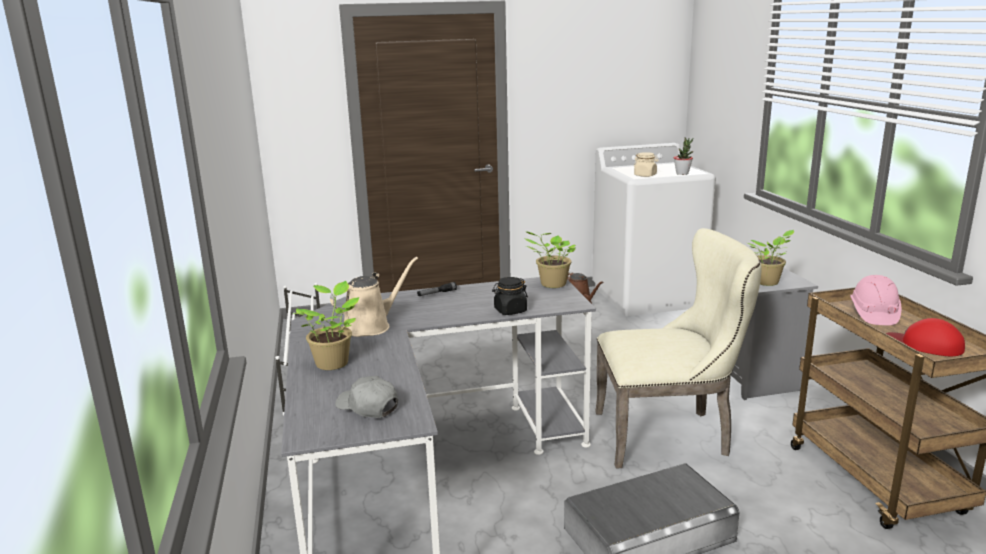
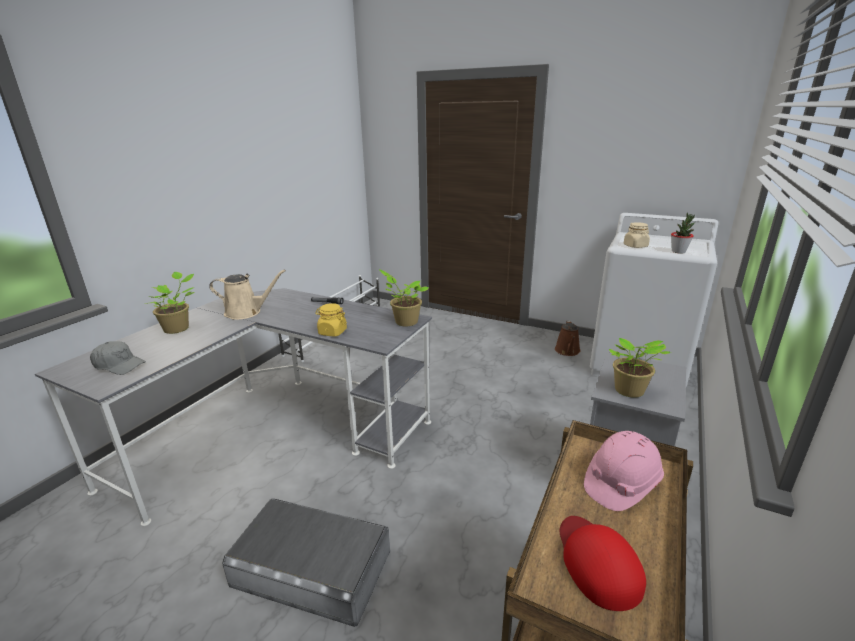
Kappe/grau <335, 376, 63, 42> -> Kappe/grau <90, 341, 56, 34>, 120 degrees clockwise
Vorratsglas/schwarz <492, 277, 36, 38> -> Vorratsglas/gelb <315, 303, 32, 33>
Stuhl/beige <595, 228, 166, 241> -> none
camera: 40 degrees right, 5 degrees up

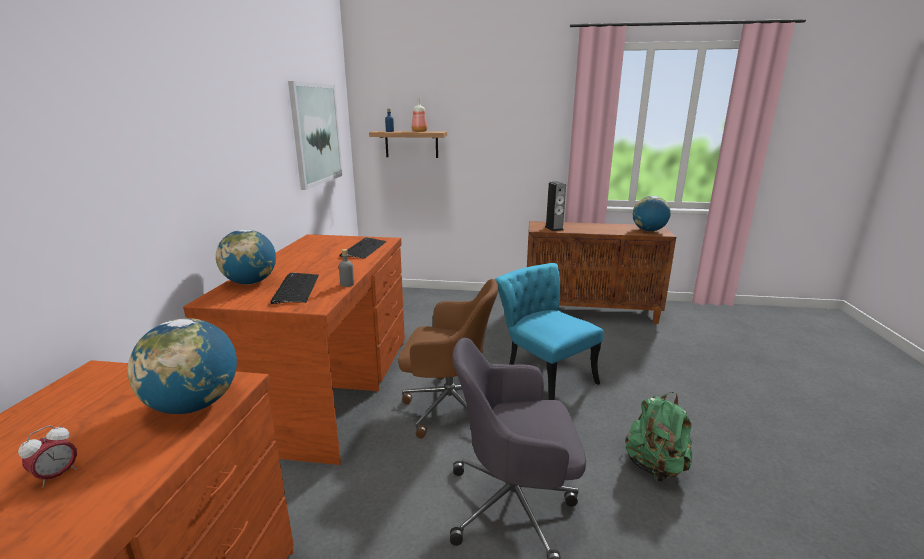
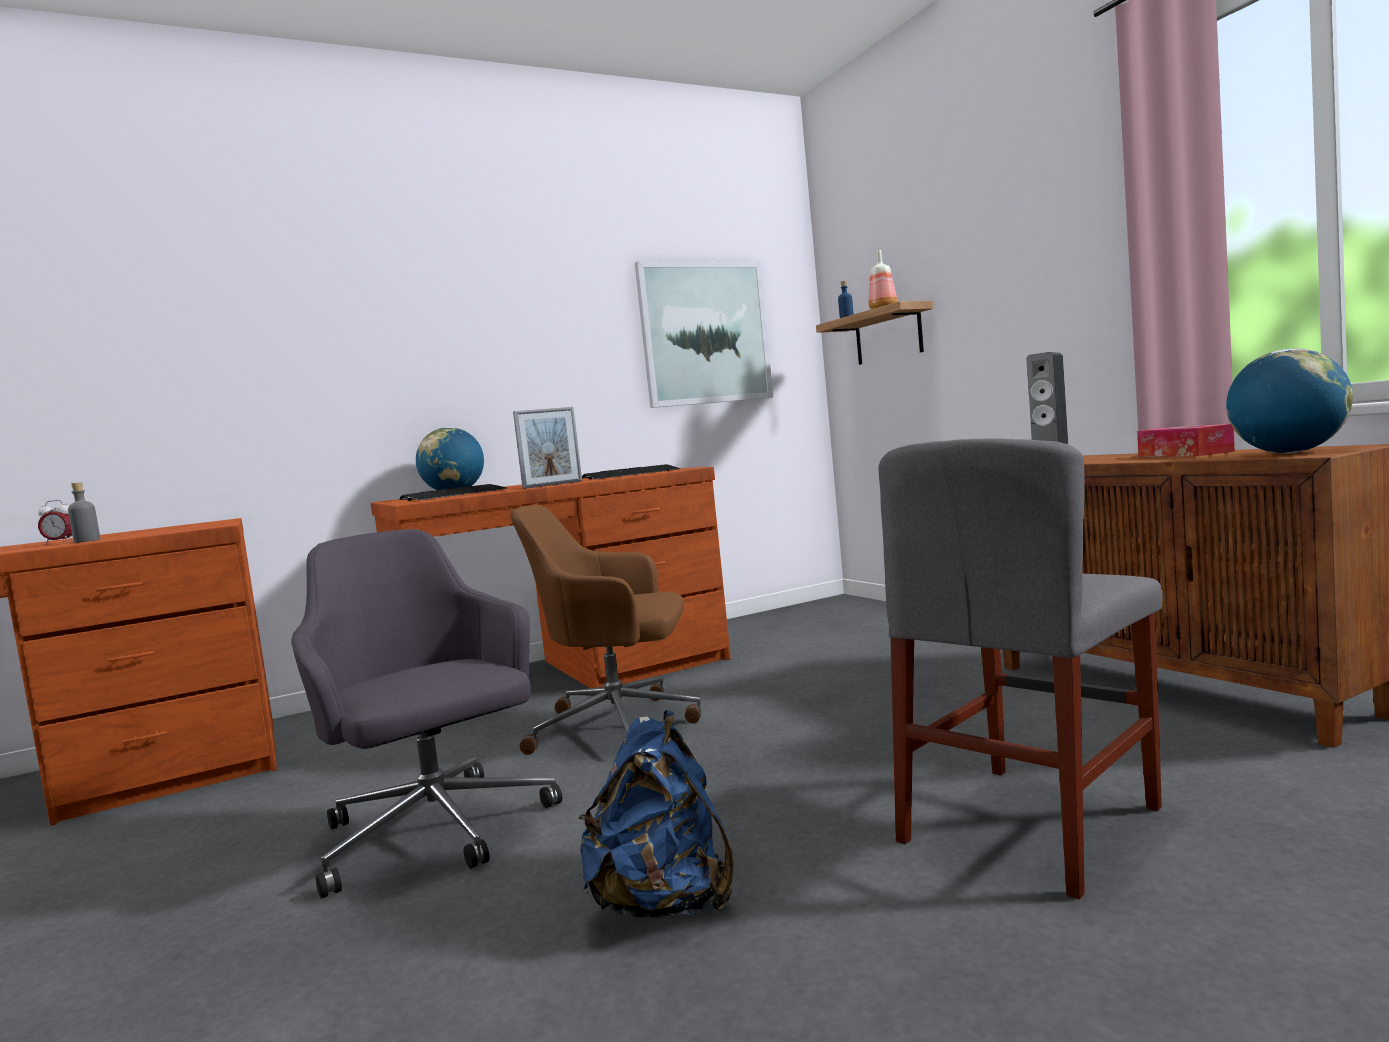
Globus <128, 318, 109, 96> -> none
Flasche/grau <339, 249, 15, 38> -> Flasche/grau <68, 482, 32, 61>, shifted
Bürostuhl/braun <398, 279, 100, 159> -> Bürostuhl/braun <510, 505, 191, 250>, 120 degrees clockwise
Stuhl/türkis <494, 263, 110, 137> -> none
Rucksack/grün <625, 392, 67, 90> -> Rucksack/blau <578, 710, 156, 208>
none -> Bilderrahmen <513, 407, 69, 82>
none -> Stuhl/grau <878, 439, 285, 460>
none -> Taschentuchbox <1137, 424, 98, 33>
camera: 55 degrees right, 15 degrees down

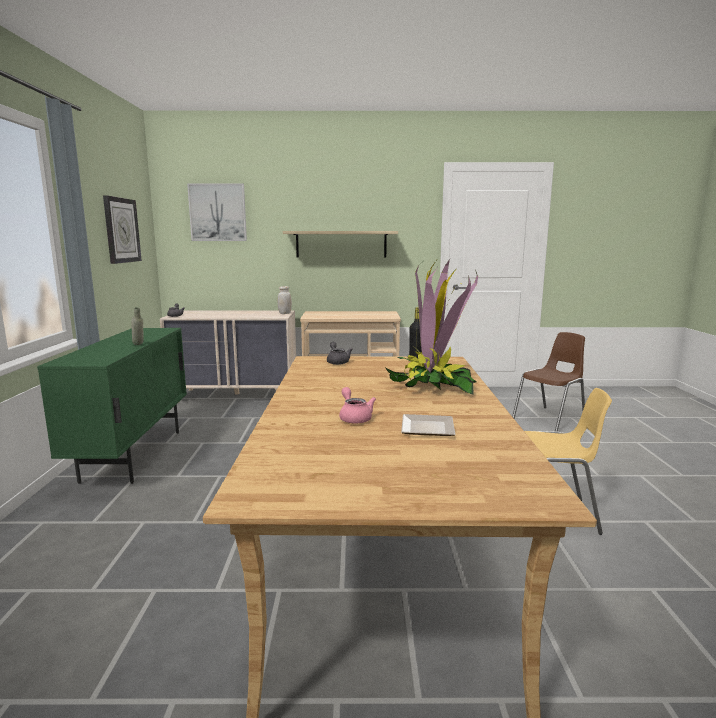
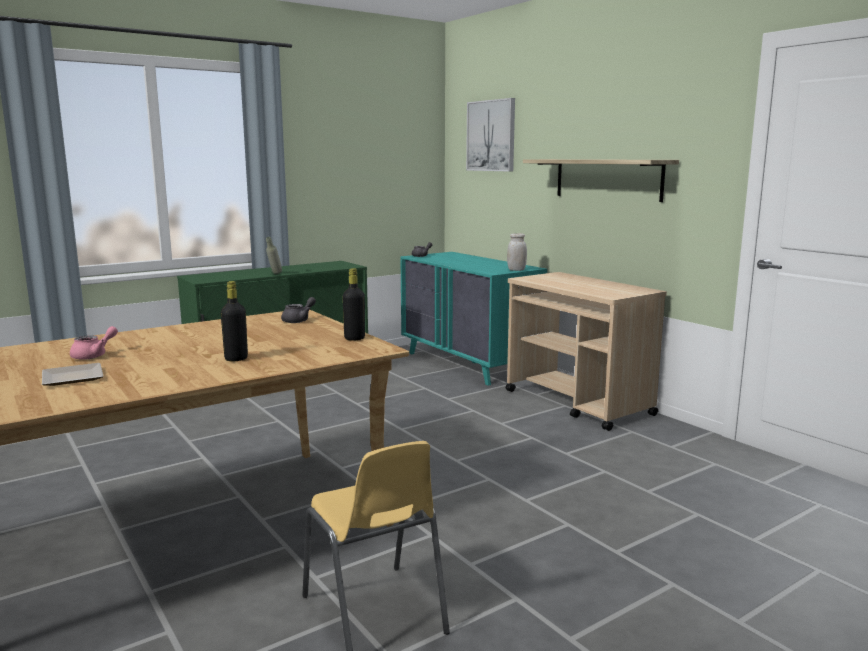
Wanduhr <103, 195, 39, 69> -> none
Kommode/beige <160, 310, 136, 93> -> Kommode/türkis <400, 252, 147, 134>
Topfpflanze <385, 259, 93, 136> -> Flasche/schwarz <221, 281, 27, 81>
Stuhl/braun <512, 332, 73, 100> -> none
camera: 55 degrees right, 0 degrees up

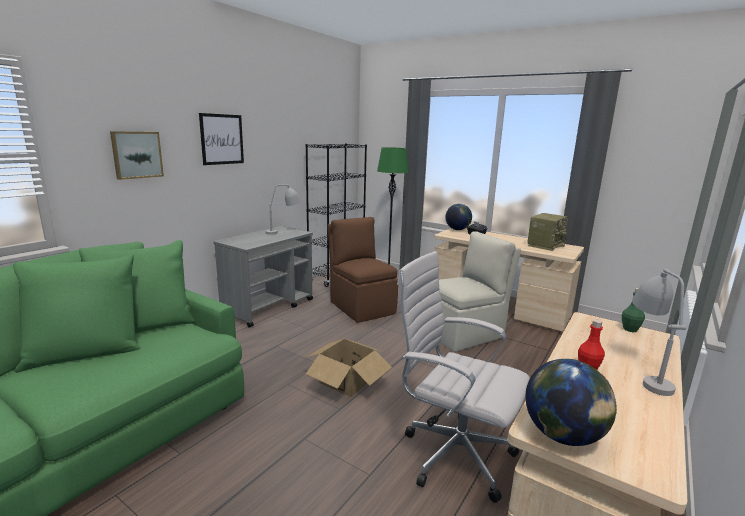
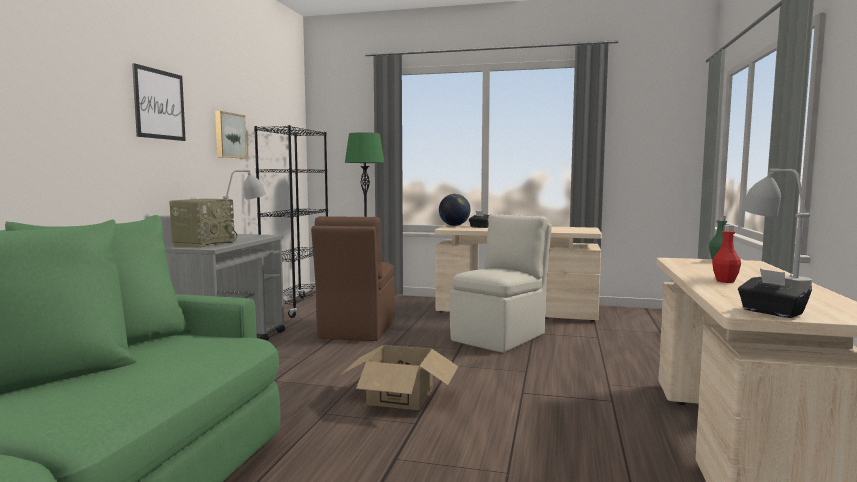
Bild <110, 131, 54, 49> -> Bild <215, 111, 32, 47>, shifted
Stuhl/braun <328, 217, 70, 106> -> Stuhl/braun <311, 216, 84, 125>, 120 degrees counterclockwise
Bürostuhl/weiß <397, 251, 133, 252> -> none
Globus <526, 359, 91, 87> -> Taschentuchbox/schwarz <738, 269, 74, 49>
Radio <527, 213, 41, 38> -> Radio <169, 199, 68, 49>, shifted
camera: 20 degrees left, 10 degrees down

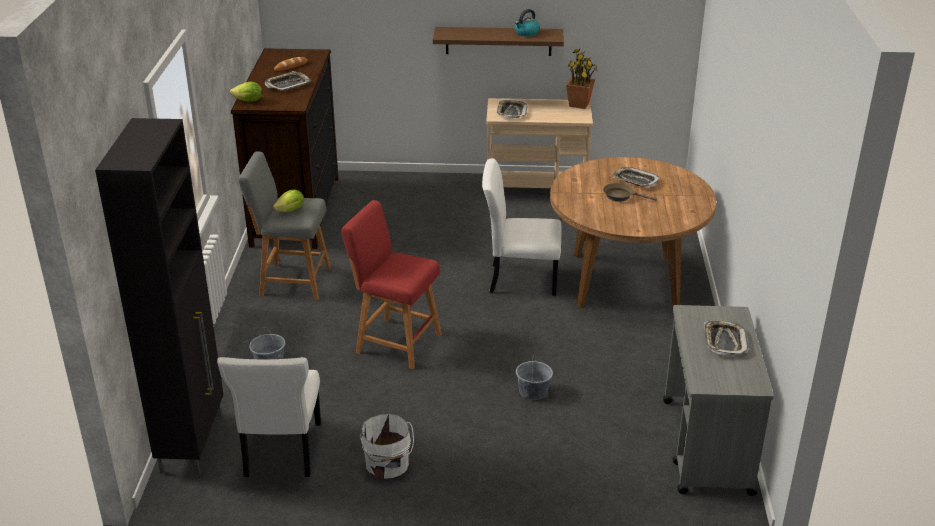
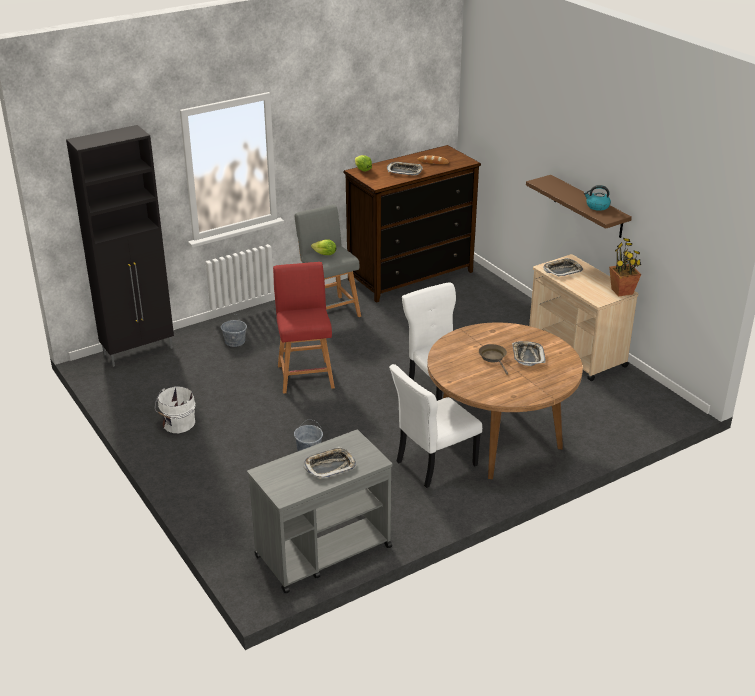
Stuhl/weiß <217, 357, 104, 120> -> Stuhl/weiß <389, 364, 93, 124>, shifted
camera: 55 degrees right, 0 degrees up

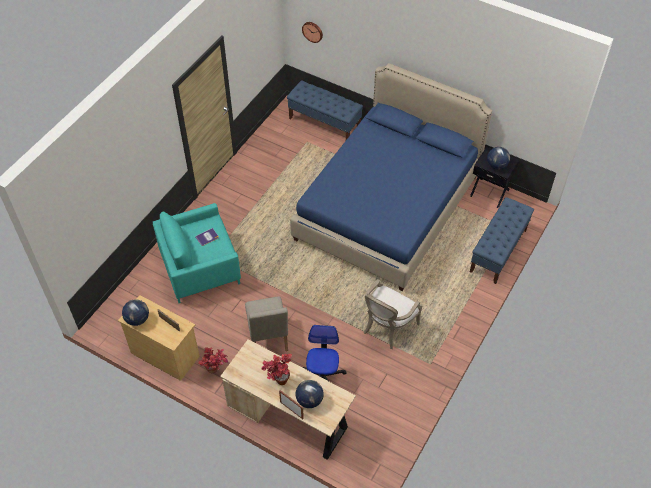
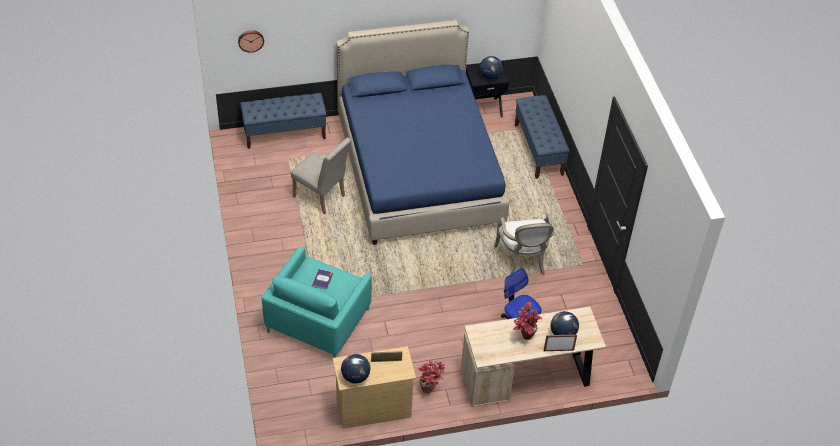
Stuhl/beige <245, 296, 43, 55> -> Stuhl/beige <291, 137, 60, 78>, shifted
camera: 45 degrees left, 5 degrees down

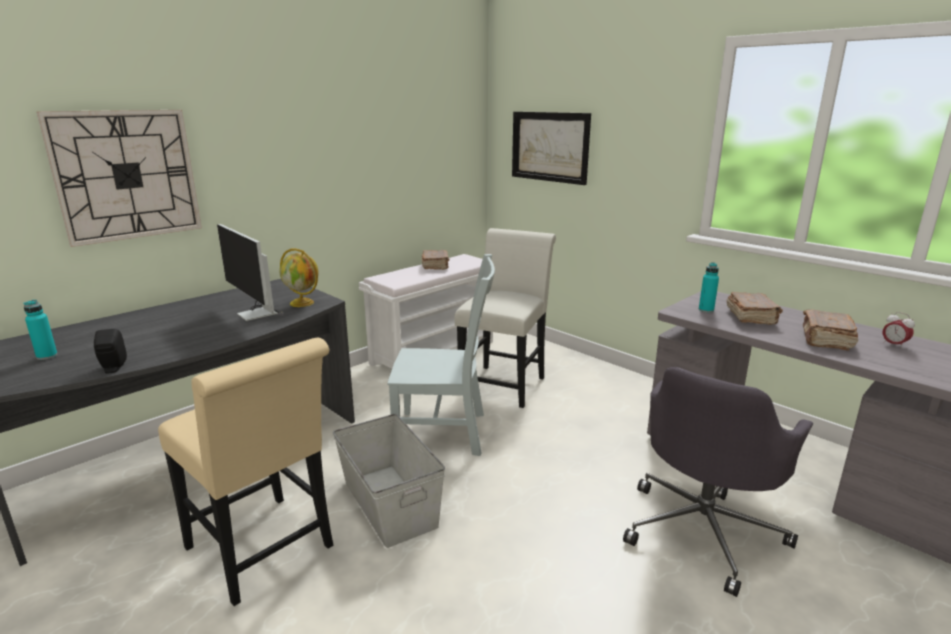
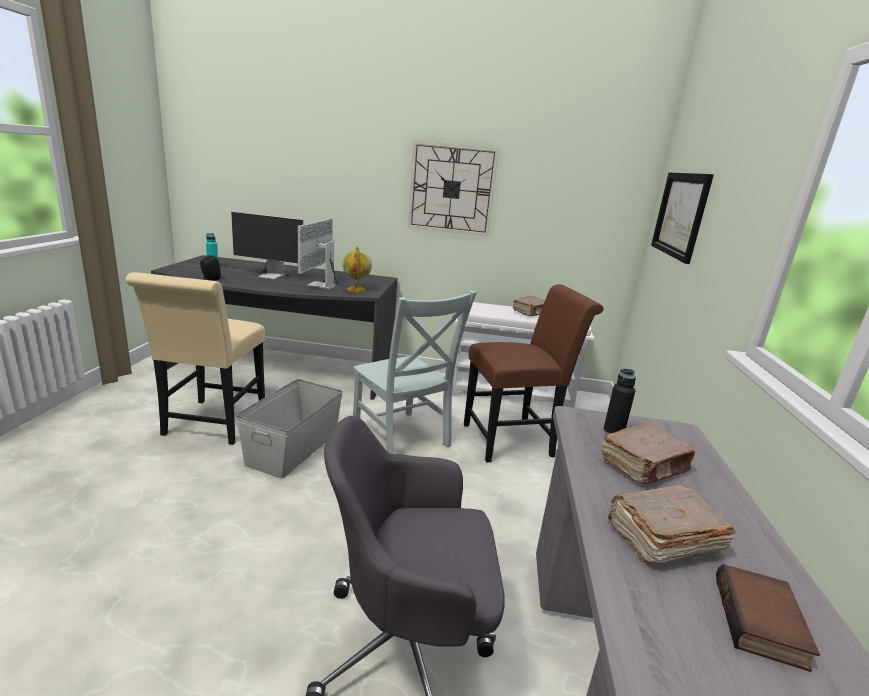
Wanduhr <36, 110, 166, 137> -> Wanduhr <408, 141, 91, 95>, shifted
Stuhl/weiß <454, 228, 102, 180> -> Stuhl/braun <464, 284, 140, 178>
Flasche/türkis <699, 262, 20, 51> -> Flasche/schwarz <603, 369, 33, 65>
Wecker <883, 312, 32, 37> -> Buch <716, 564, 104, 108>
none -> Monitor <222, 212, 82, 67>
camera: 50 degrees right, 0 degrees up

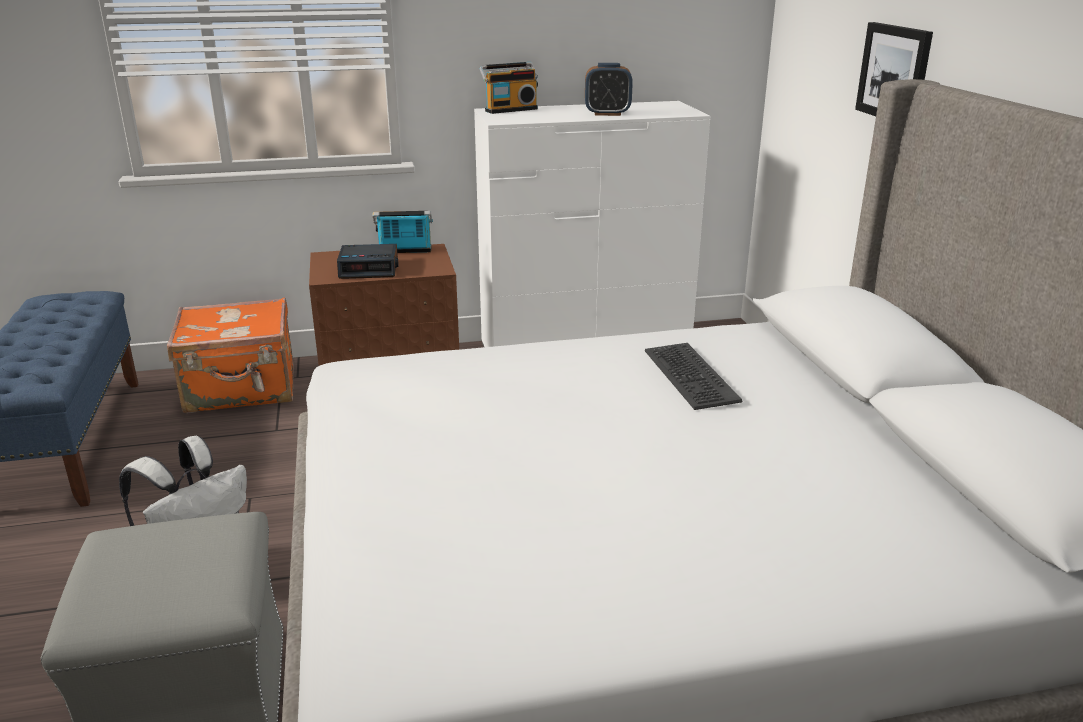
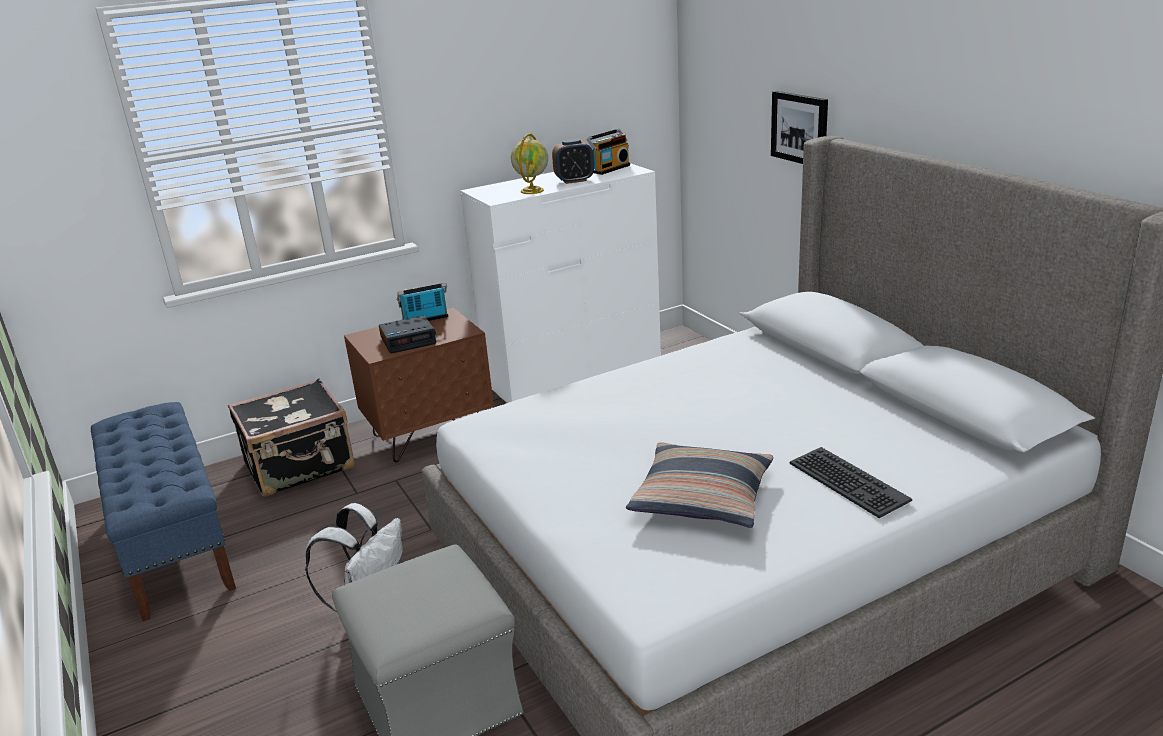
Koffer/orange <167, 297, 127, 116> -> Koffer/schwarz <228, 378, 127, 118>
Radio <480, 62, 58, 52> -> Radio <587, 129, 43, 46>, shifted
Tastatur <645, 343, 97, 67> -> Tastatur <790, 447, 122, 71>, shifted
none -> Globus <511, 133, 37, 61>
none -> Kissen <626, 442, 147, 86>
camera: 15 degrees left, 0 degrees up

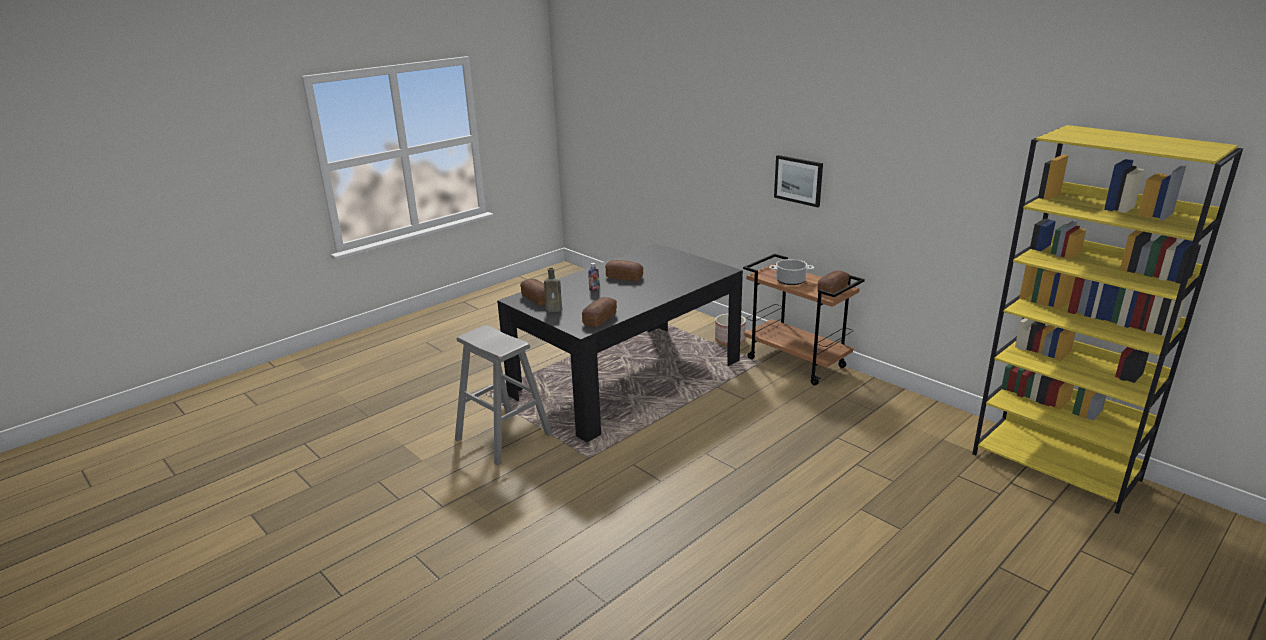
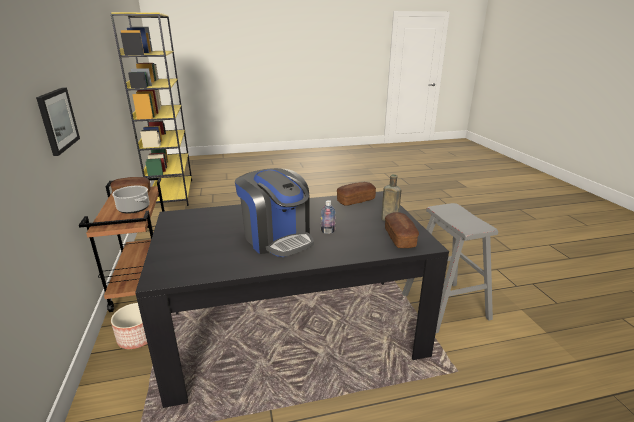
Brot <605, 260, 38, 21> -> Kaffeemaschine <235, 168, 79, 89>
camera: 150 degrees left, 0 degrees up

